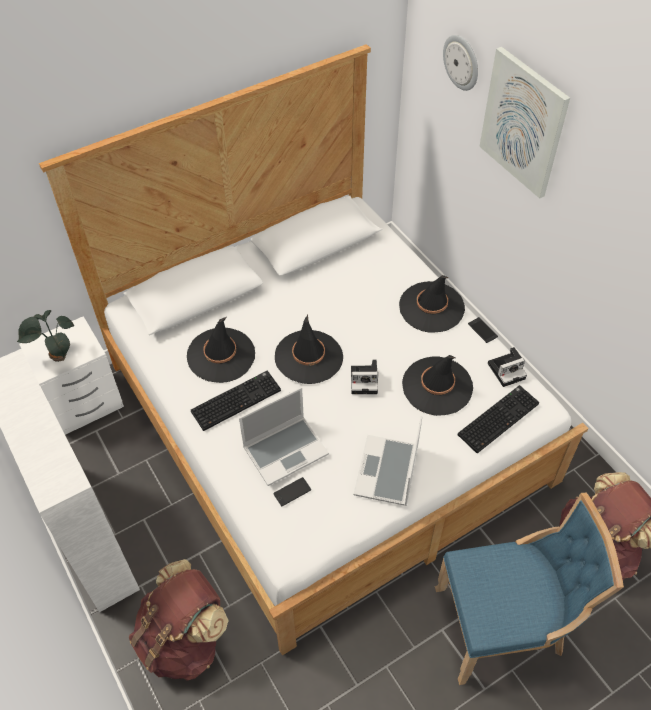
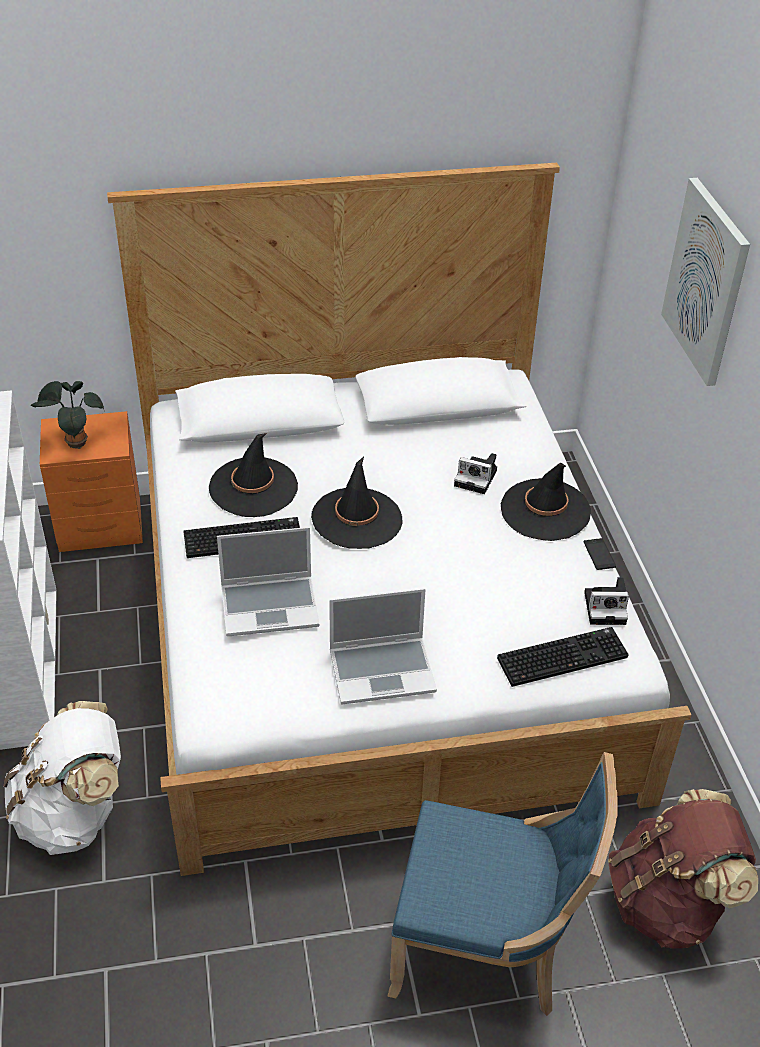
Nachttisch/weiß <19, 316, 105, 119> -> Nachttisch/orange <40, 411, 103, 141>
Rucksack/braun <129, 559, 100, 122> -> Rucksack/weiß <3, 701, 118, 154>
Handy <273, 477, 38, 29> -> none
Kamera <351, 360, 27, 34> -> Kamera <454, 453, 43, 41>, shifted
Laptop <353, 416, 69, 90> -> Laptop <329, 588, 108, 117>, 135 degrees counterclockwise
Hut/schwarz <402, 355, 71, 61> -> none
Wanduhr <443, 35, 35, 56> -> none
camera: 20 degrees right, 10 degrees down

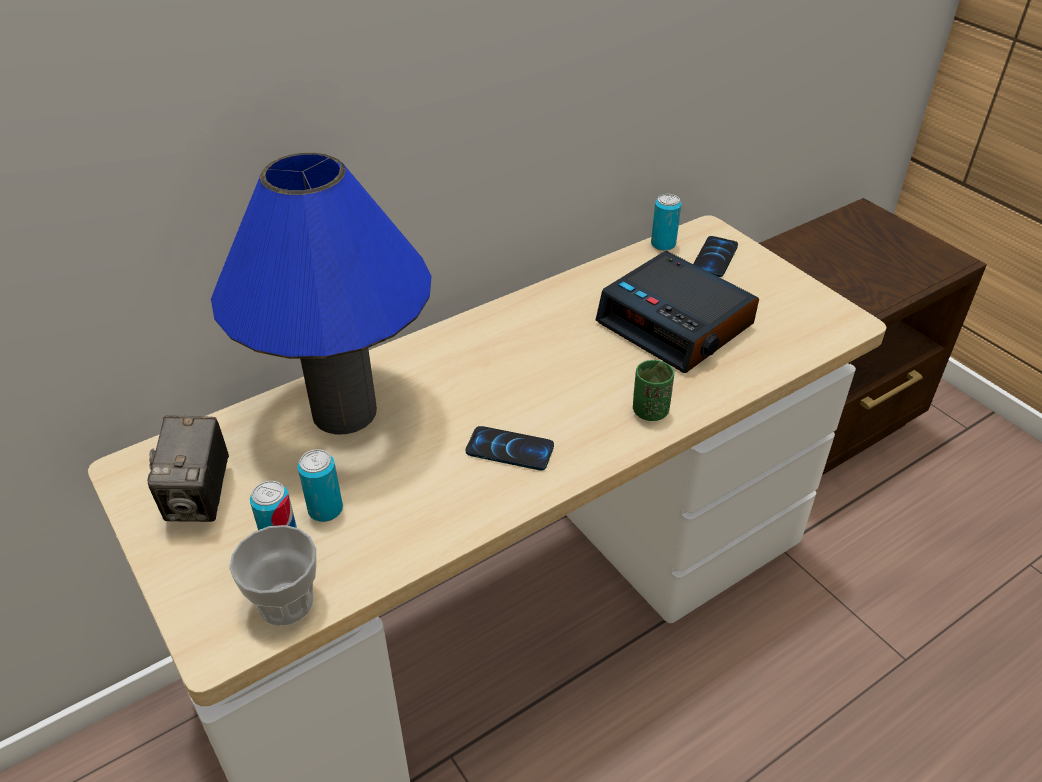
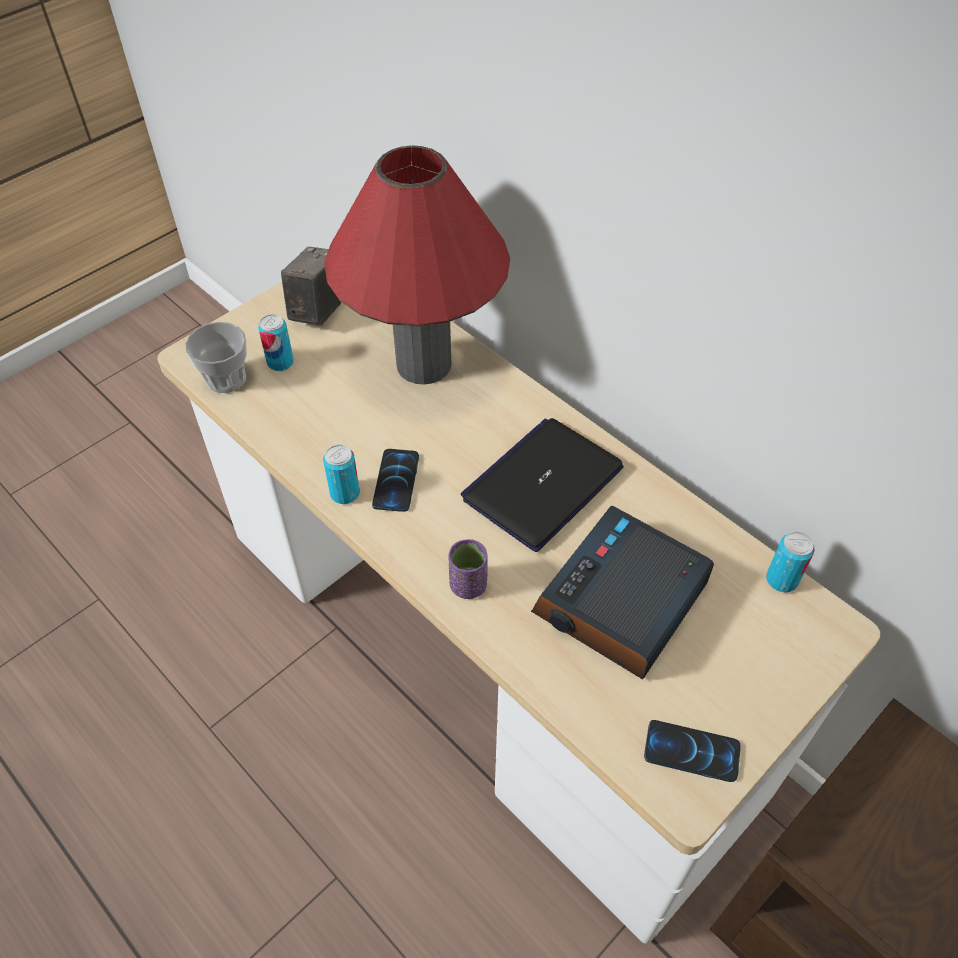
Kamera <148, 415, 81, 107> -> Kamera <281, 247, 61, 79>, 120 degrees clockwise
Tischlampe/blau <211, 153, 220, 281> -> Tischlampe/rot <324, 145, 186, 240>
Dose <297, 449, 46, 73> -> Dose <323, 445, 37, 59>, shifted
Tasse/grün <633, 360, 41, 61> -> Tasse/lila <448, 539, 40, 60>
Handy <693, 236, 45, 41> -> Handy <644, 720, 97, 62>, shifted
none -> Laptop <461, 418, 163, 134>
camera: 80 degrees right, 10 degrees up

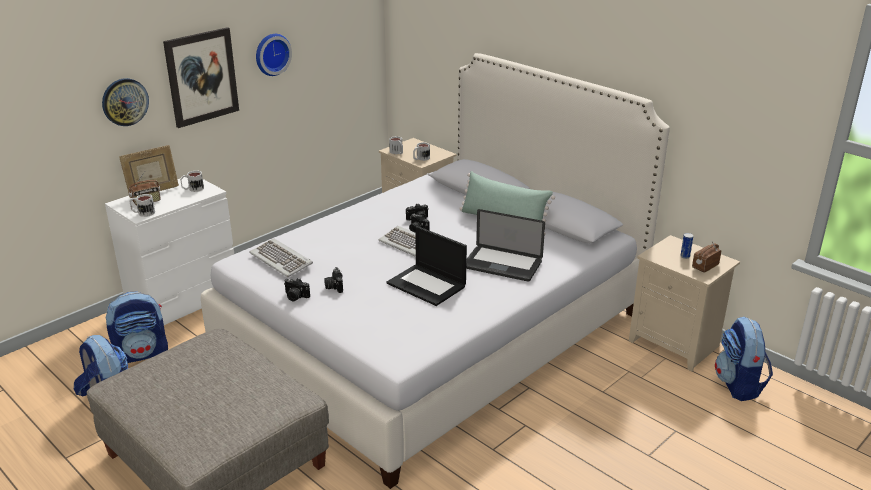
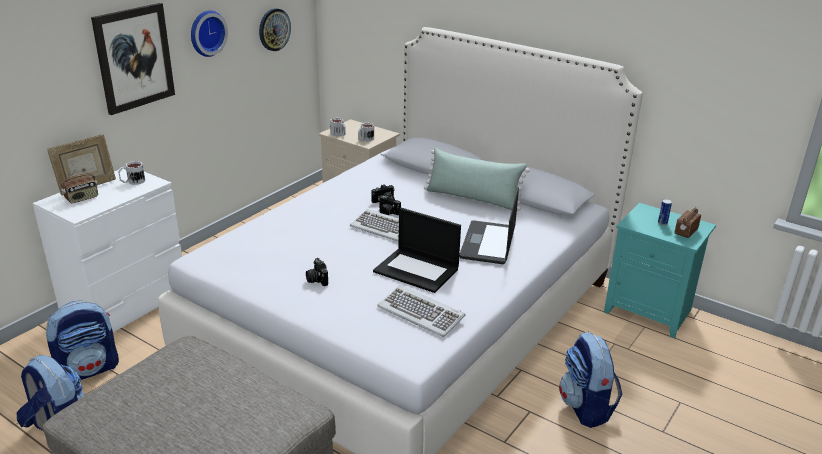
Wanduhr <102, 78, 47, 48> -> Wanduhr <259, 8, 32, 43>, shifted
Henkelbecher <129, 194, 26, 23> -> none
Tastatur <249, 238, 64, 39> -> Tastatur <377, 285, 89, 52>, shifted
Kamera <284, 278, 26, 23> -> none
Laptop <466, 209, 79, 72> -> Laptop <459, 187, 60, 77>, 90 degrees clockwise
Nachttisch/beige <629, 235, 111, 136> -> Nachttisch/türkis <604, 203, 112, 135>
Rucksack <715, 316, 58, 85> -> Rucksack <559, 332, 63, 96>, shifted
camera: 10 degrees left, 0 degrees up

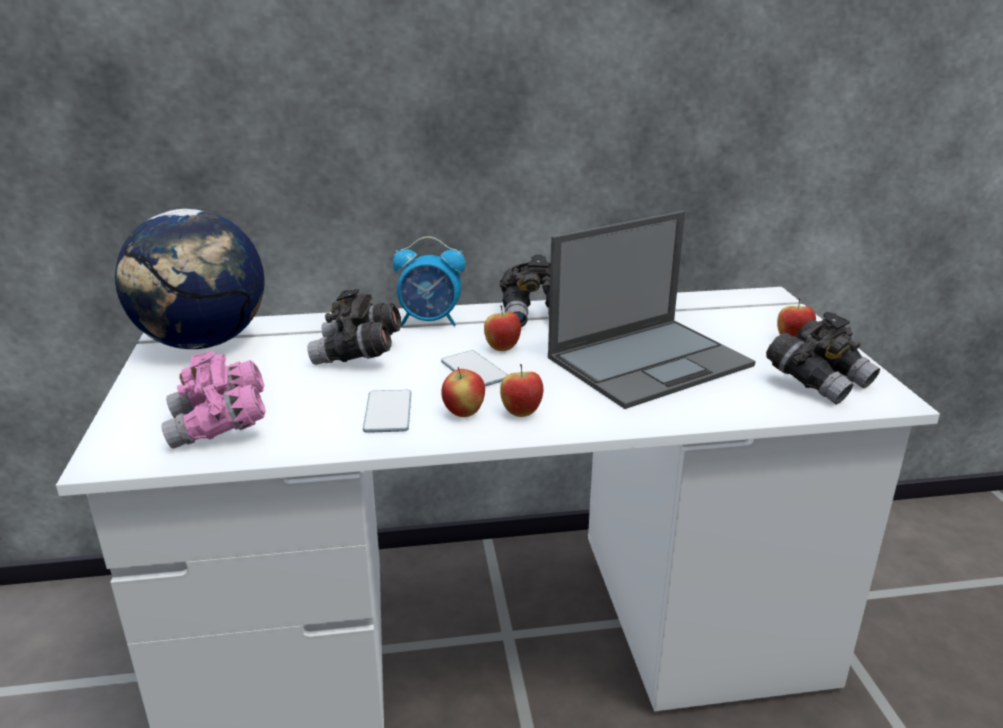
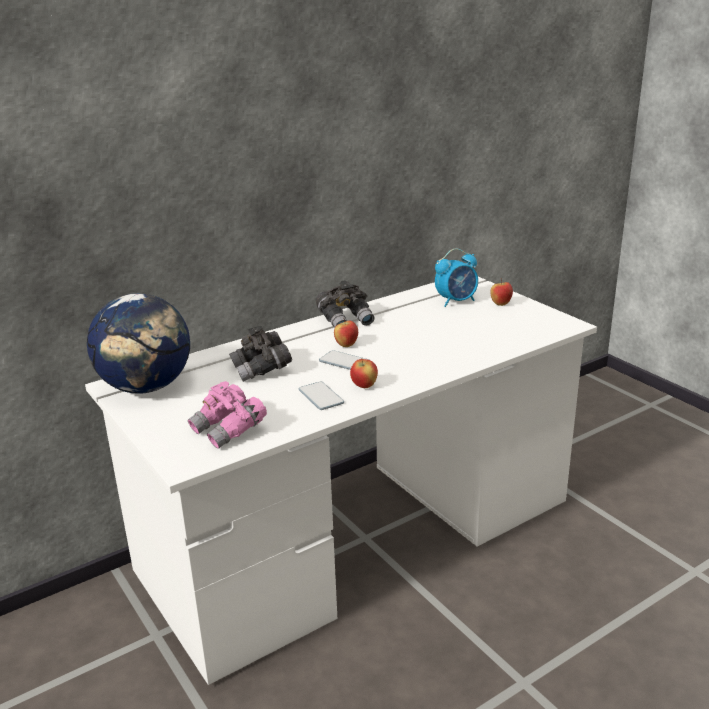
Wecker <393, 236, 72, 90> -> Wecker <435, 248, 43, 59>, shifted
Apfel <500, 364, 43, 53> -> none
Laptop <548, 211, 207, 198> -> none
Fernglas/grau <766, 312, 114, 92> -> none
camera: 25 degrees left, 0 degrees up

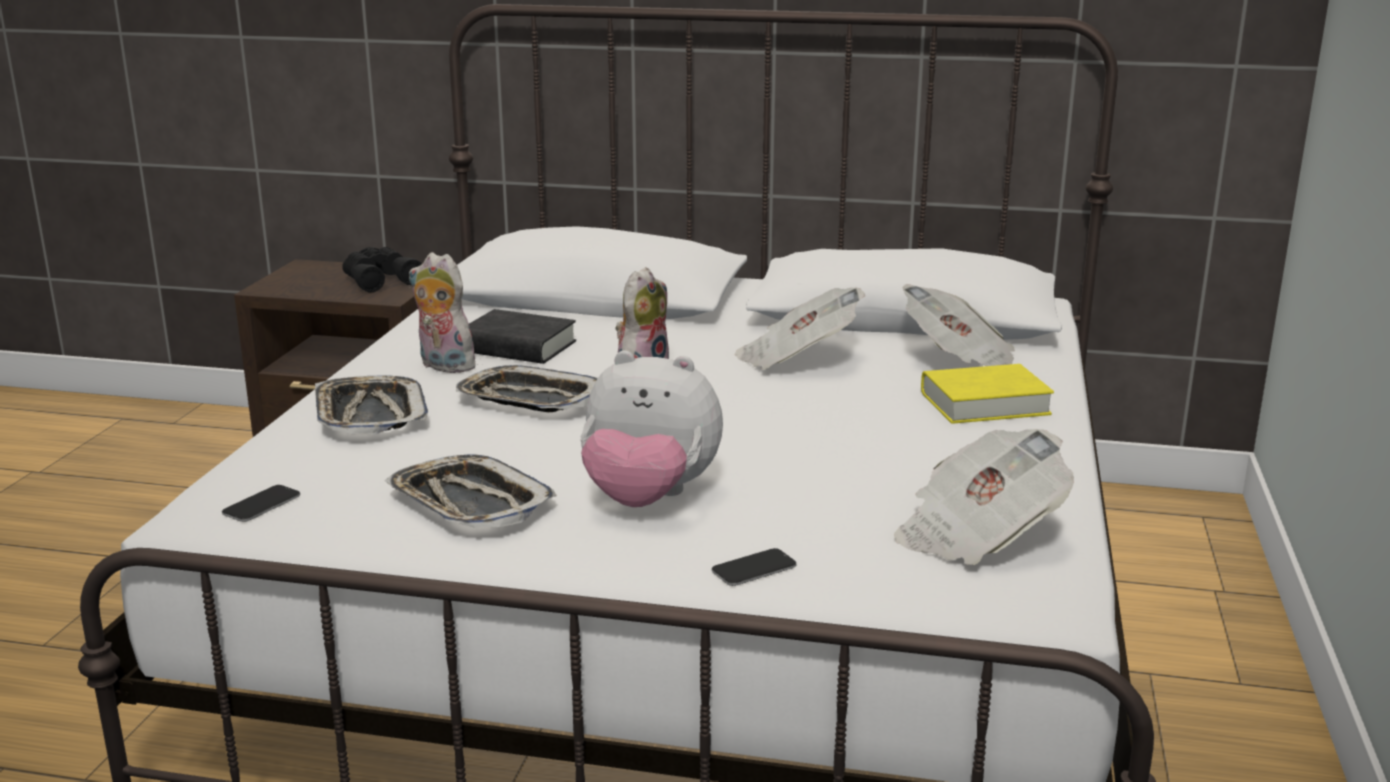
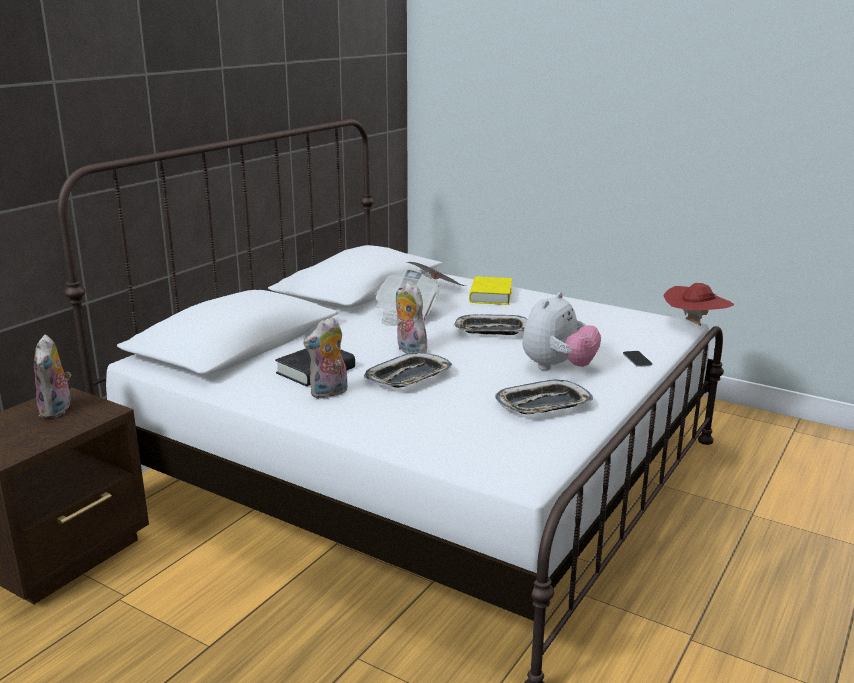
Handy <222, 485, 78, 37> -> none
Tablett <315, 375, 113, 60> -> Tablett <454, 315, 73, 20>, shifted
Fernglas/schwarz <342, 247, 80, 46> -> Plüschtier <34, 335, 37, 83>
Zeitung <894, 429, 180, 136> -> none
none -> Hut/rot <663, 283, 71, 43>
camera: 70 degrees left, 0 degrees up

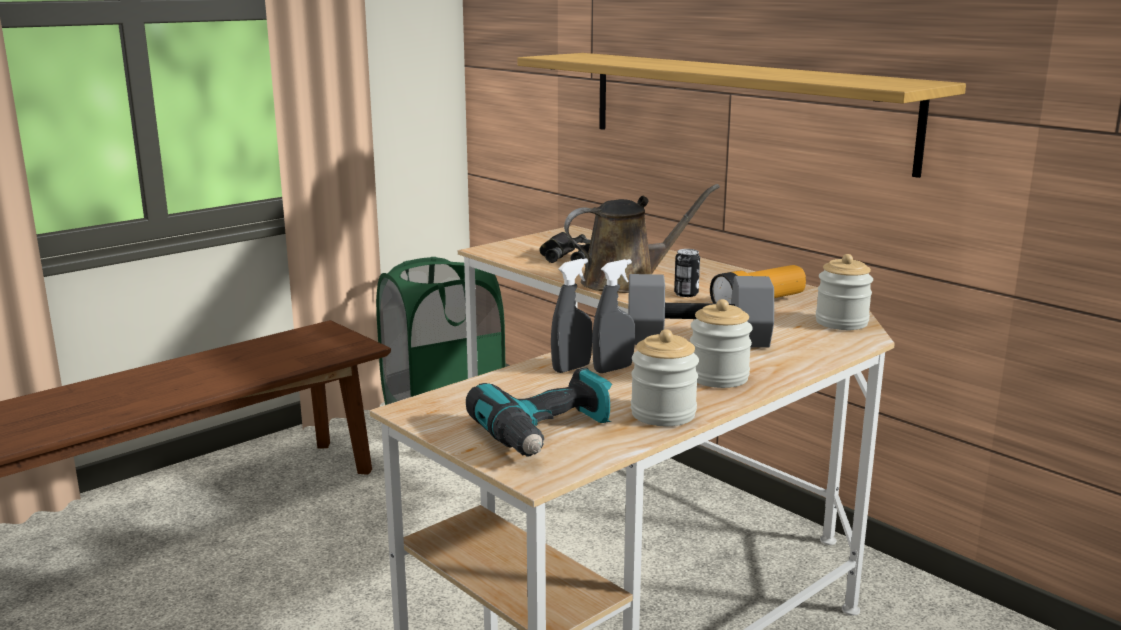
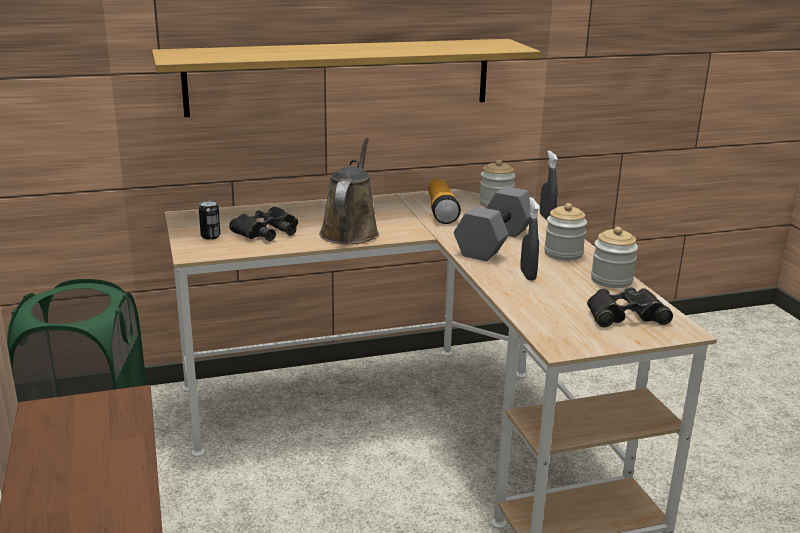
Bohrmaschine <466, 367, 146, 90> -> Fernglas/schwarz <587, 288, 86, 39>
Sprühflasche/grau <551, 258, 41, 115> -> Sprühflasche/grau <540, 151, 18, 69>, shifted
Dose <674, 249, 26, 48> -> Dose <199, 201, 21, 38>, shifted
camera: 65 degrees left, 5 degrees up

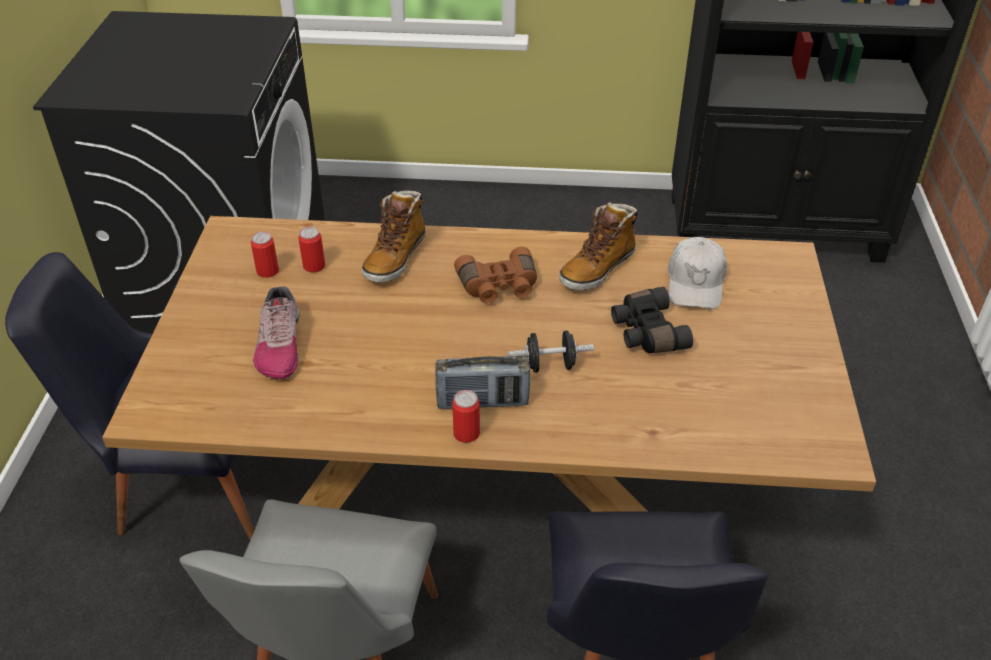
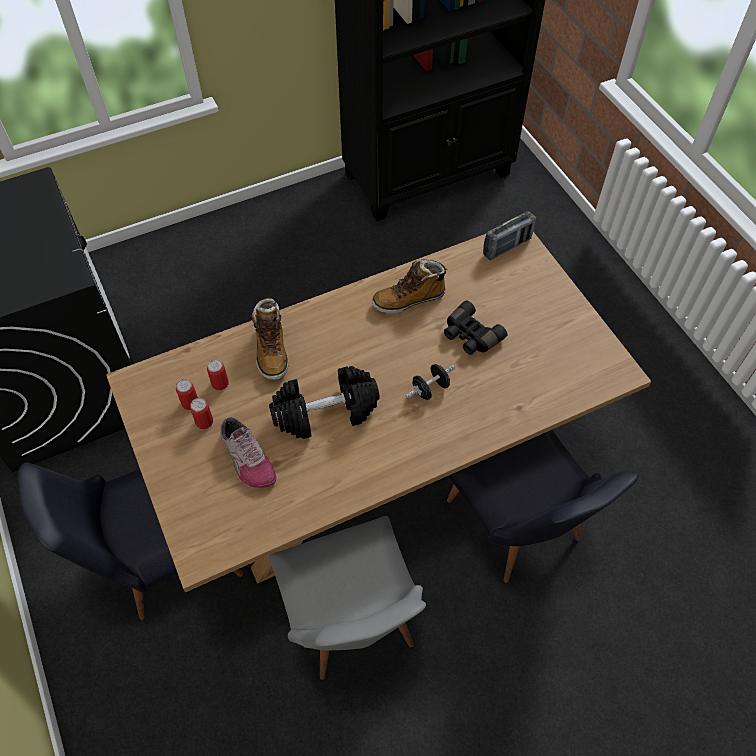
Radio <435, 356, 95, 53> -> Radio <483, 211, 53, 49>, shifted
Dose <452, 390, 28, 53> -> Dose <190, 398, 23, 31>, shifted
Fernglas/braun <454, 247, 83, 56> -> none
Stiefel <559, 202, 79, 88> -> Stiefel <372, 259, 76, 54>, 60 degrees clockwise
Kappe/weiß <667, 237, 60, 72> -> none
none -> Hantel/schwarz <269, 366, 111, 73>
camera: 30 degrees left, 15 degrees up

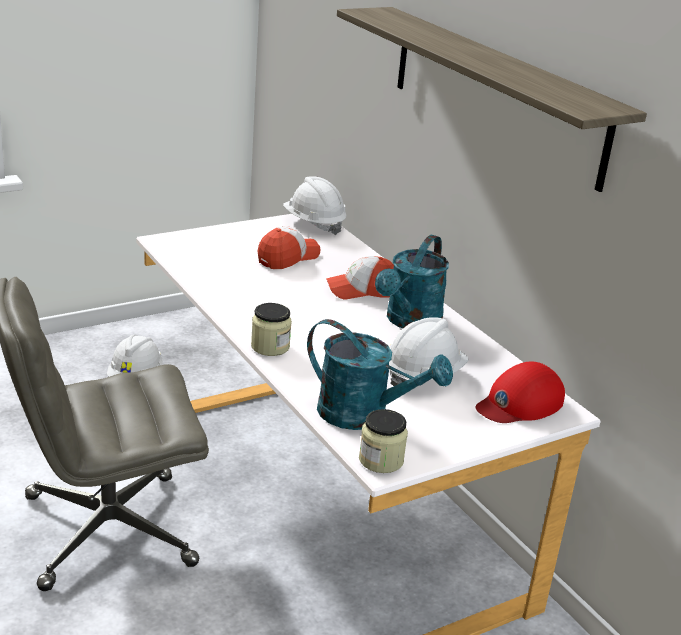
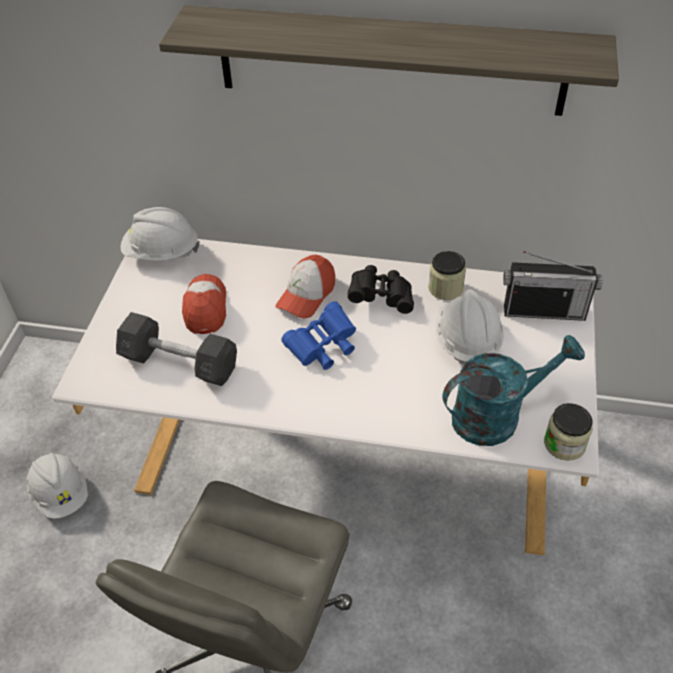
Vorratsglas <251, 303, 41, 53> -> Vorratsglas <428, 251, 38, 49>, shifted
Gießkanne/türkis <375, 235, 74, 93> -> Fernglas/schwarz <348, 265, 66, 49>
Kappe/rot <476, 362, 89, 61> -> Radio <503, 251, 100, 70>
none -> Hantel/grau <116, 312, 121, 74>
none -> Fernglas/blau <281, 301, 75, 69>
camera: 45 degrees left, 20 degrees up

